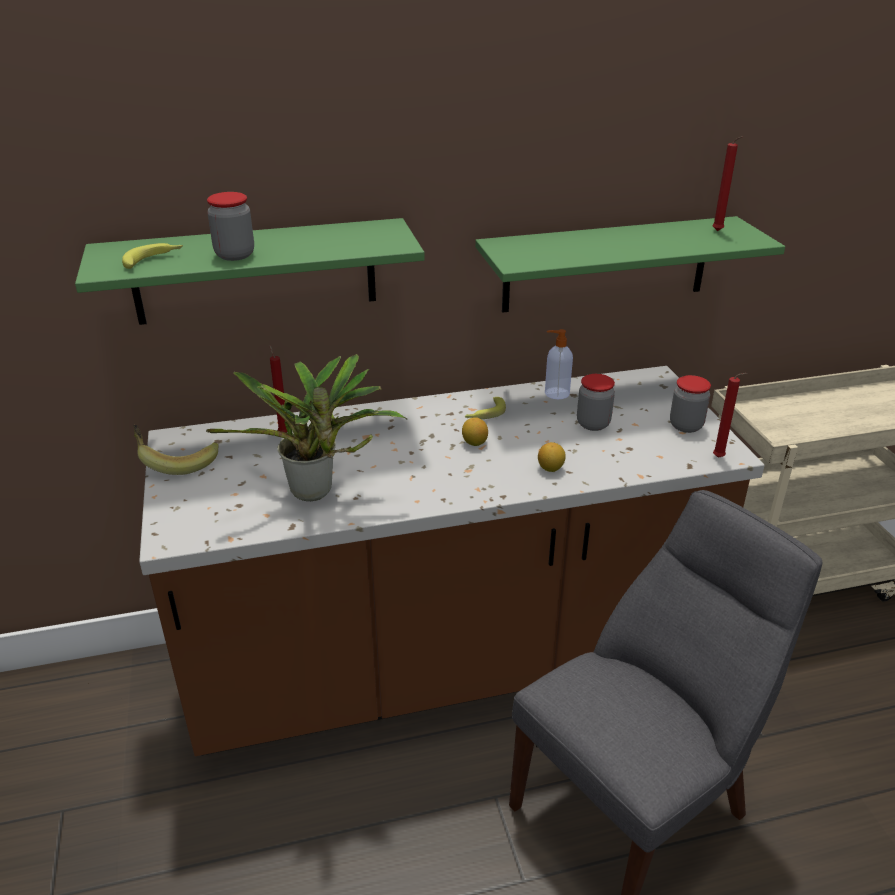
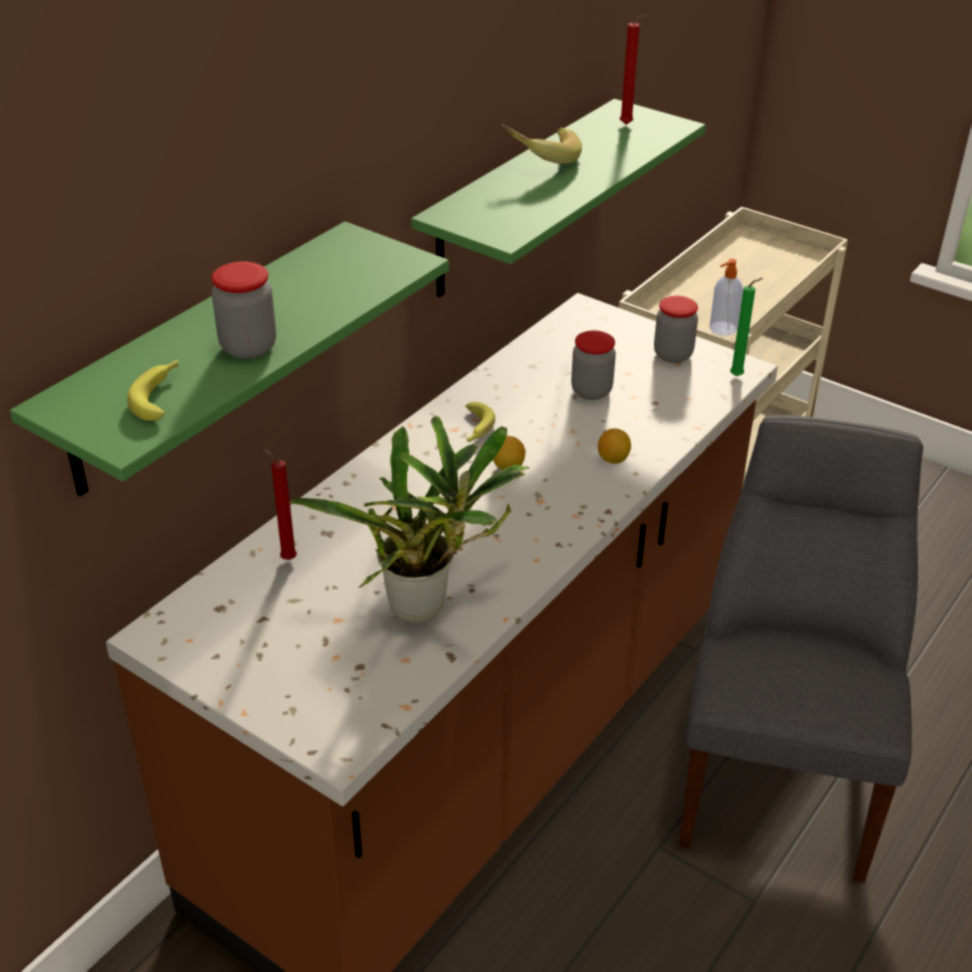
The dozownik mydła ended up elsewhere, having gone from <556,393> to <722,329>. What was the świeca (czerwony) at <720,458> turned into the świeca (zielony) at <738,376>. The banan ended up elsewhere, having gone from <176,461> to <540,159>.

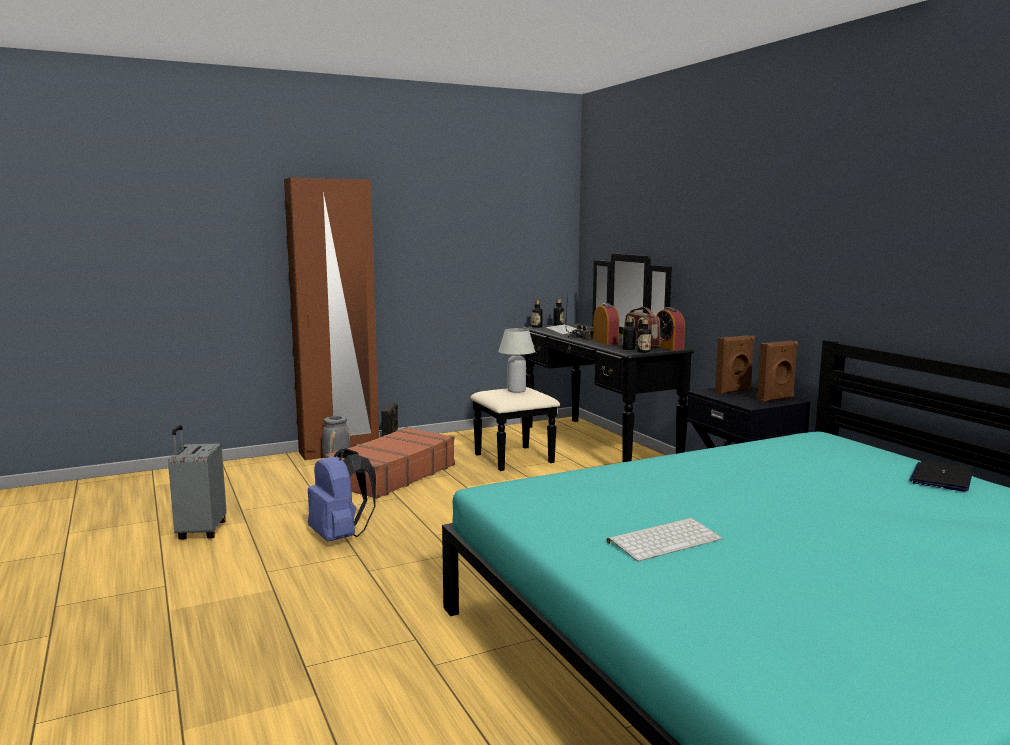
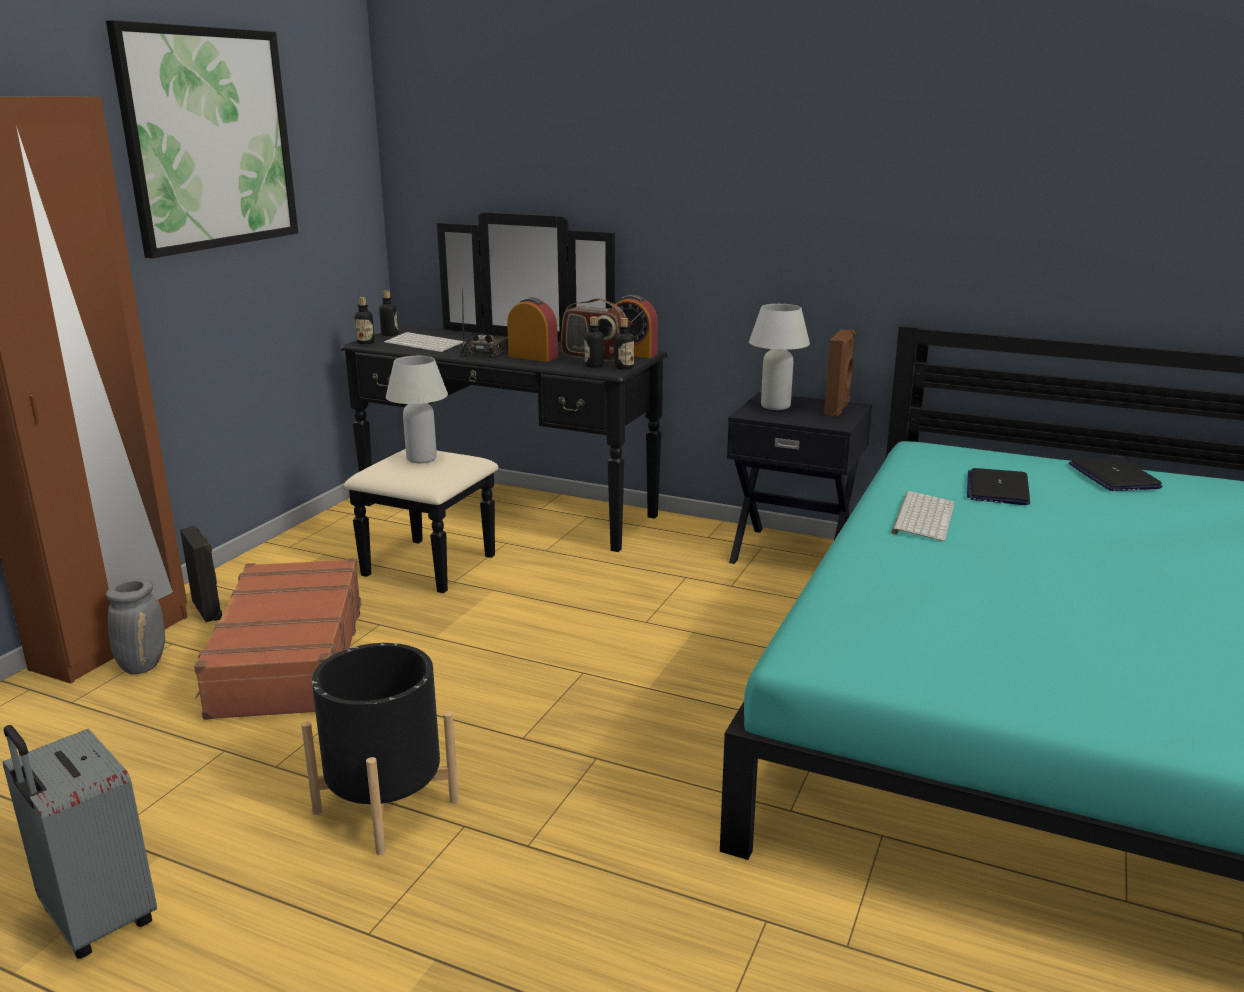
Where the głośnik (brązowy) stood at <734,391>, the lampa stołowa (biały) came to stand at <775,406>. Where the plecak (niebieski) stood at <340,537>, the donica (czarny) came to stand at <386,806>. The klawiatura ended up elsewhere, having gone from <664,540> to <922,517>. The second view gained the obraz at <209,139>. The second view gained the laptop at <997,488>.

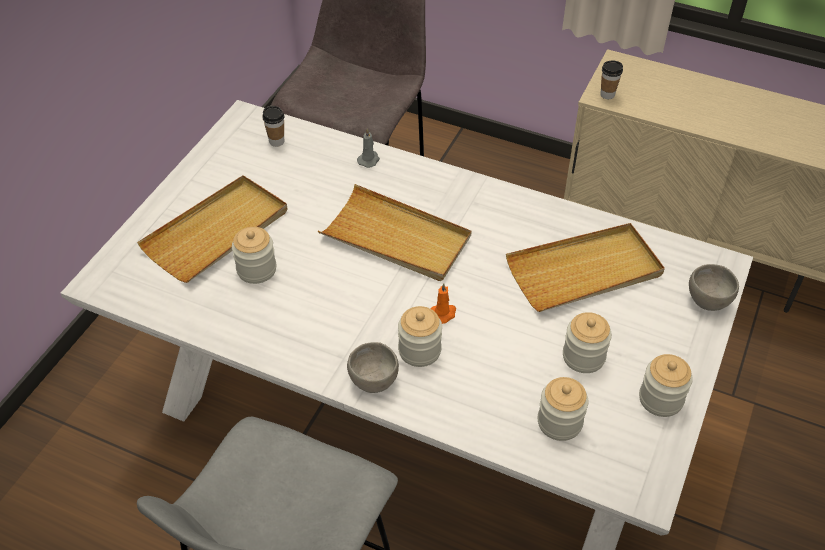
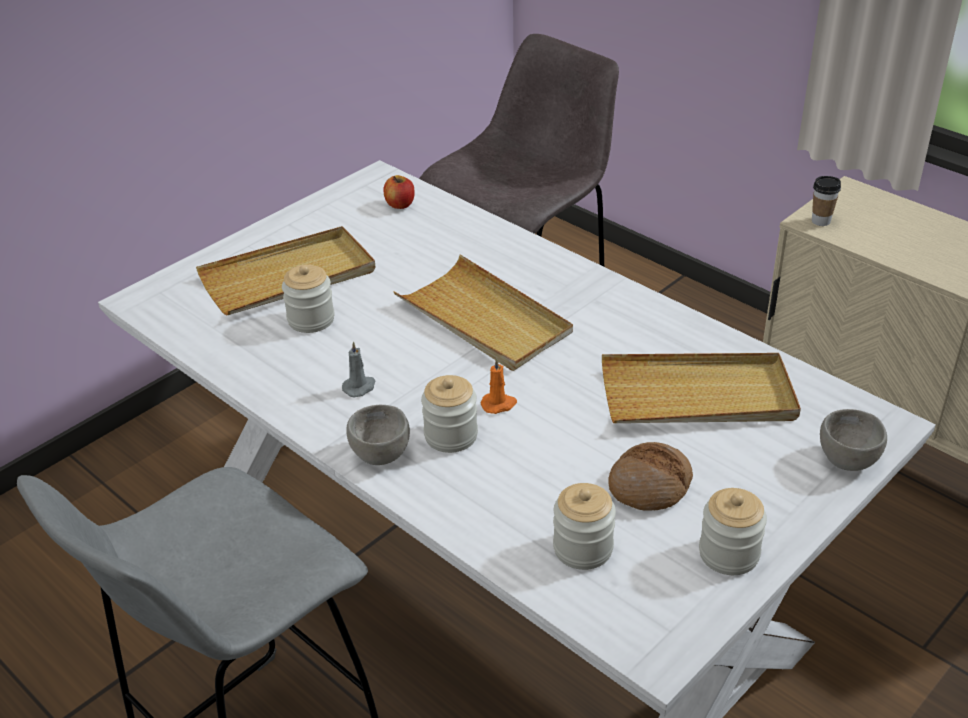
Where the filiżanka stood at <276,141>, the jabłko came to stand at <400,204>. The świeca (szary) ended up elsewhere, having gone from <369,160> to <360,387>. Where the słoik stood at <583,356>, the chleb came to stand at <650,485>.

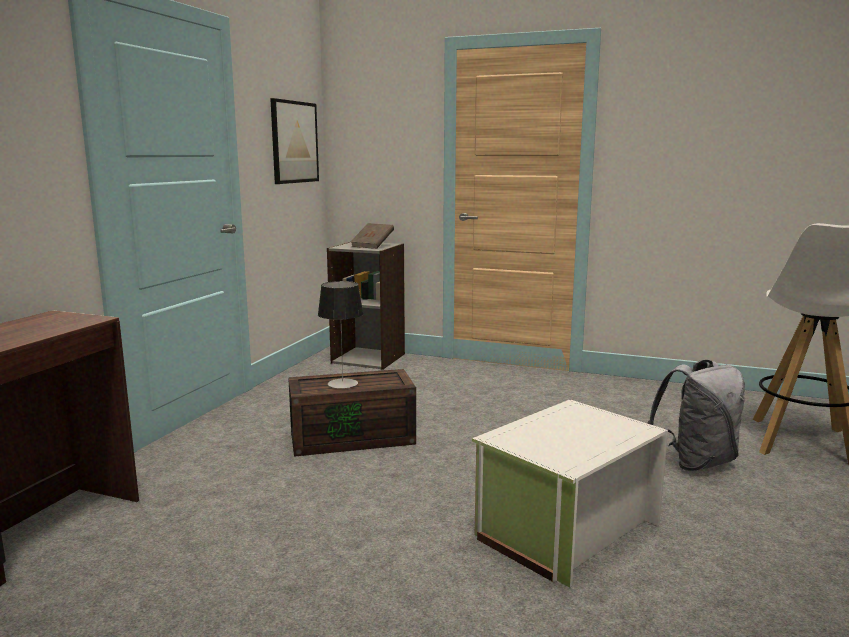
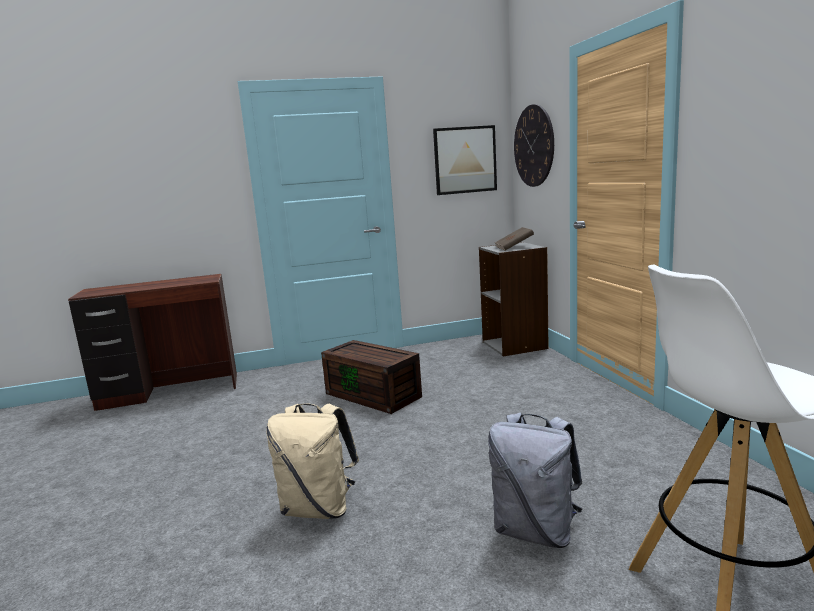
The second view lost the lampa stołowa at <342,383>. Where the pojemnik do przechowywania (biały) stood at <564,529>, the plecak (beżowy) came to stand at <319,508>. The second view gained the zegar ścienny at <534,146>.

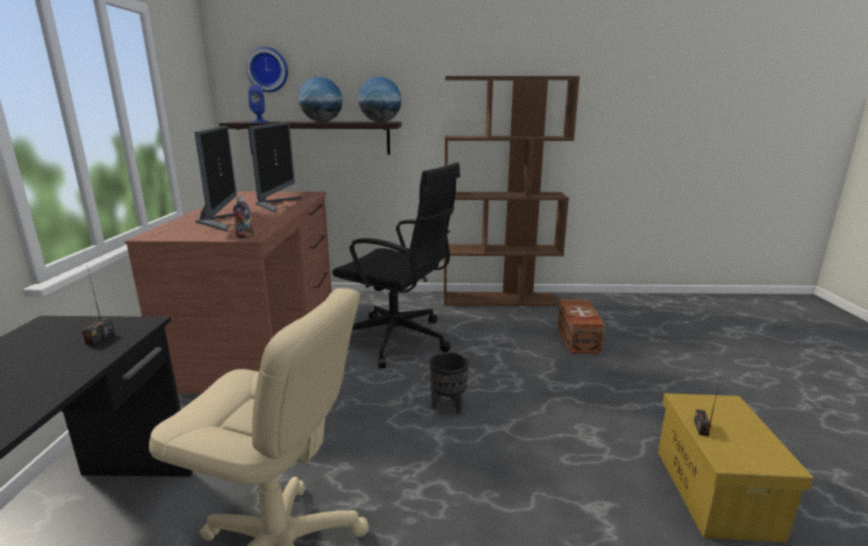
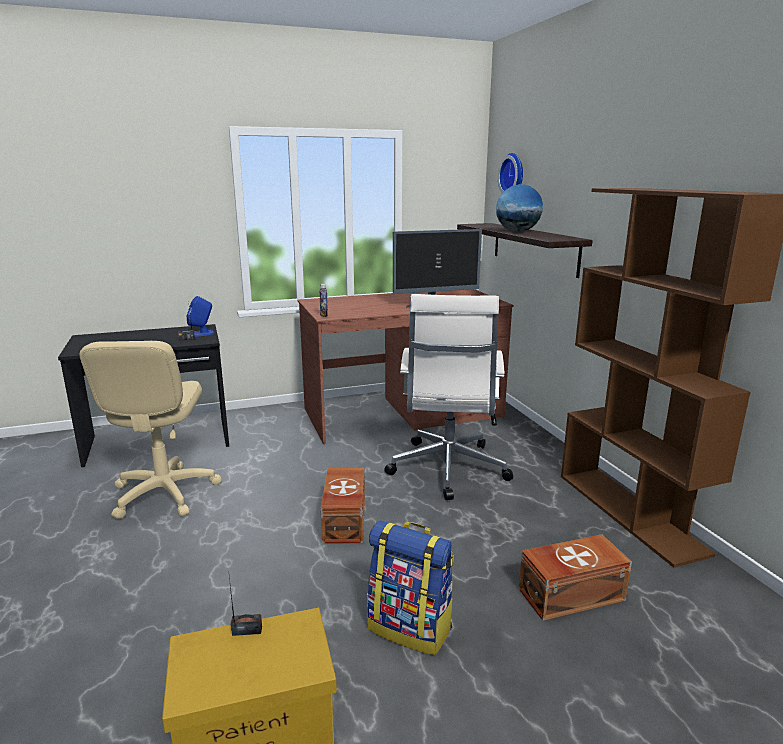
The second view lost the globus at <380,122>. The głośnik (niebieski) ended up elsewhere, having gone from <259,122> to <201,333>. The second view lost the monitor at <221,221>. What was the krzesło biurowe (czarny) at <398,341> turned into the krzesło biurowe (biały) at <447,470>. Where the donica (czarny) stood at <448,407>, the pojemnik do przechowywania (brązowy) came to stand at <343,520>. The second view gained the plecak at <411,627>.

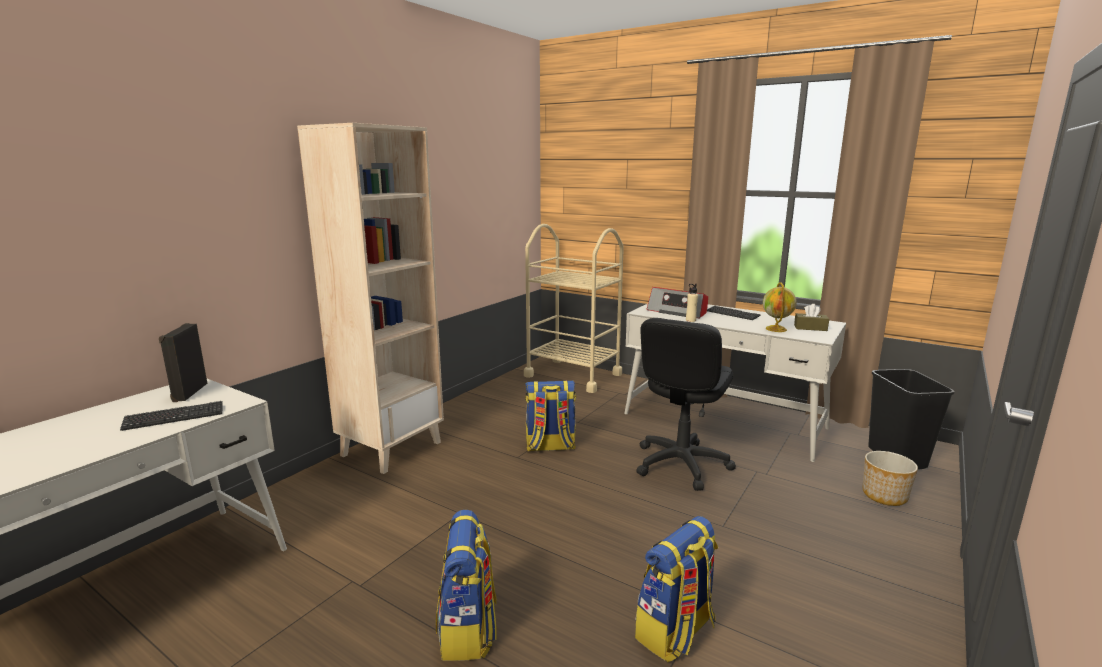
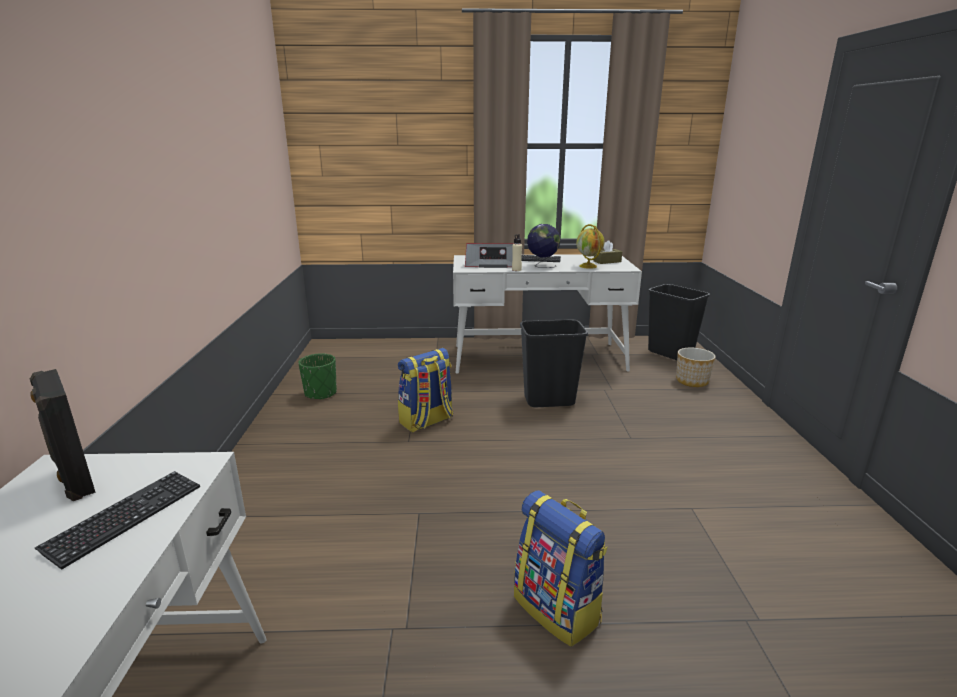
The second view lost the regał (beżowy) at <391,448>. The second view lost the wózek (beżowy) at <573,375>. Where the krzesło biurowe (czarny) stood at <681,464>, the kosz na śmieci (czarny) came to stand at <549,401>. The second view lost the plecak at <675,632>. The second view gained the globus at <542,266>. The second view gained the donica (zielony) at <320,393>.

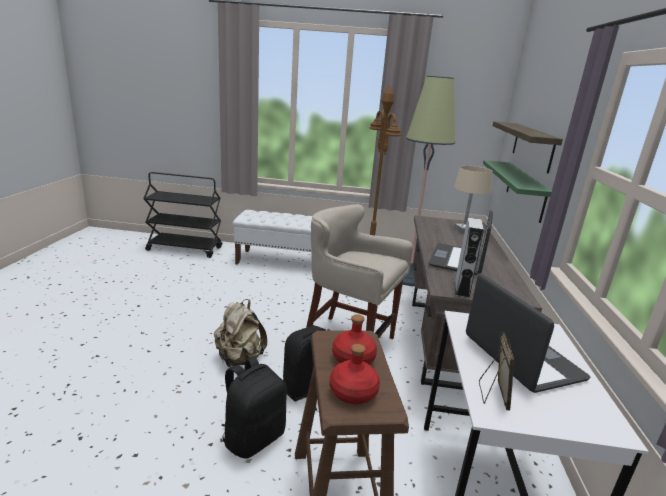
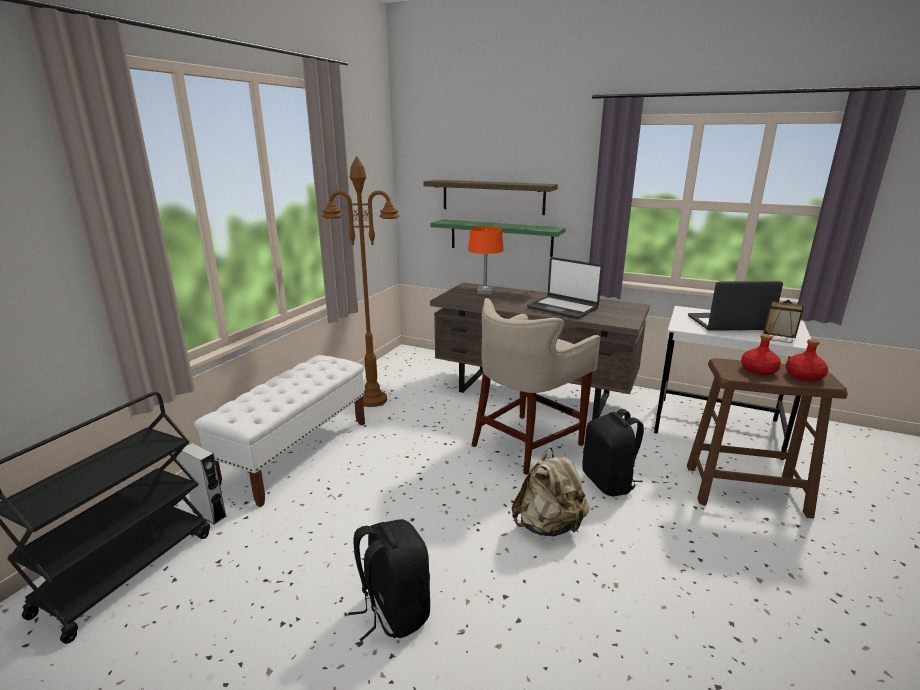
The second view lost the lampa stojąca at <409,277>. What was the lampa stołowa (beżowy) at <464,230> turned into the lampa stołowa (pomarańczowy) at <485,292>. The głośnik (szary) ended up elsewhere, having gone from <461,289> to <209,514>. The plecak (czarny) ended up elsewhere, having gone from <253,437> to <393,611>.

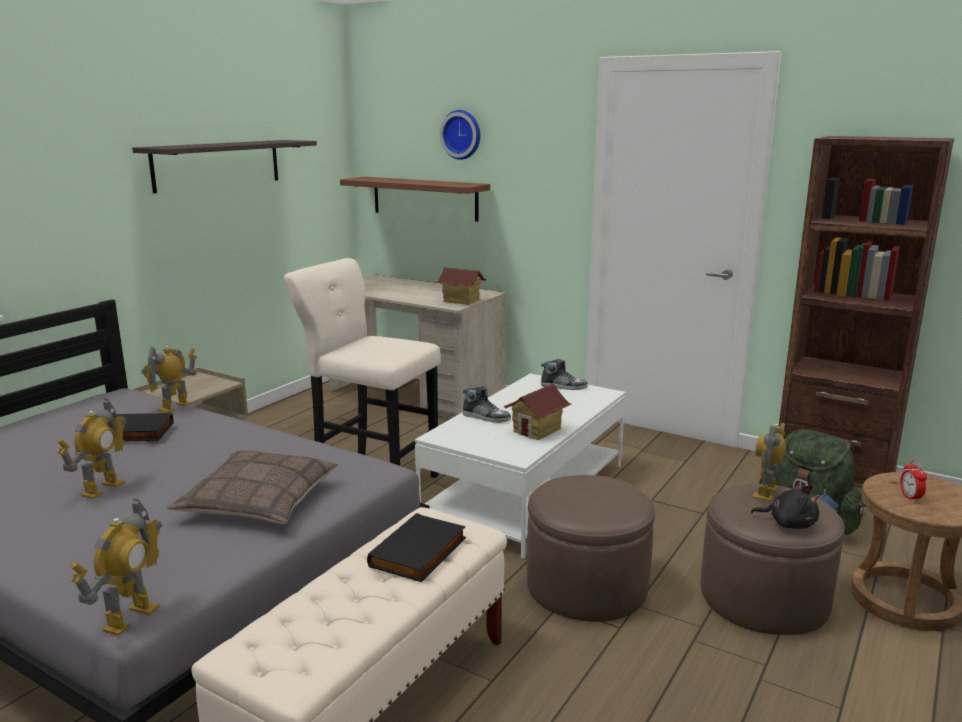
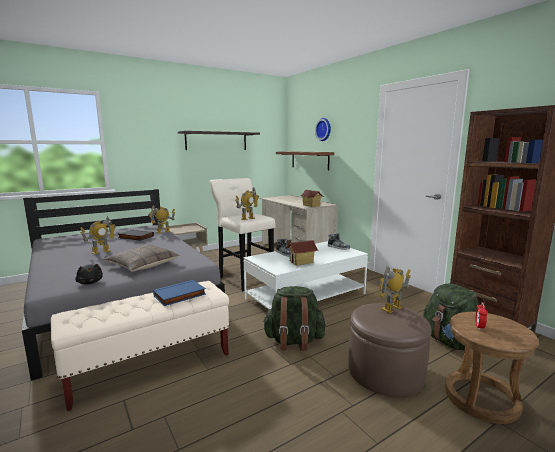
Where the pufa (brązowy) stood at <587,585>, the plecak (zielony) came to stand at <294,341>. The pluszak (czarny) ended up elsewhere, having gone from <789,523> to <90,282>. The robot zabawkowy ended up elsewhere, having gone from <130,618> to <248,218>. What was the książka (czarny) at <420,553> turned into the książka (niebieski) at <180,296>.

